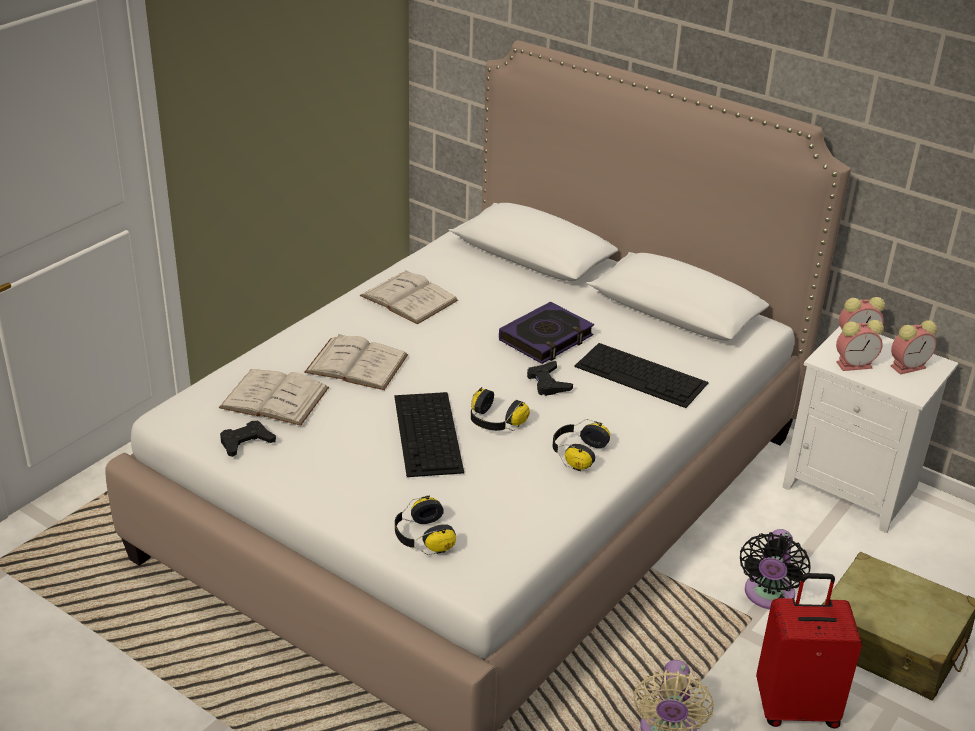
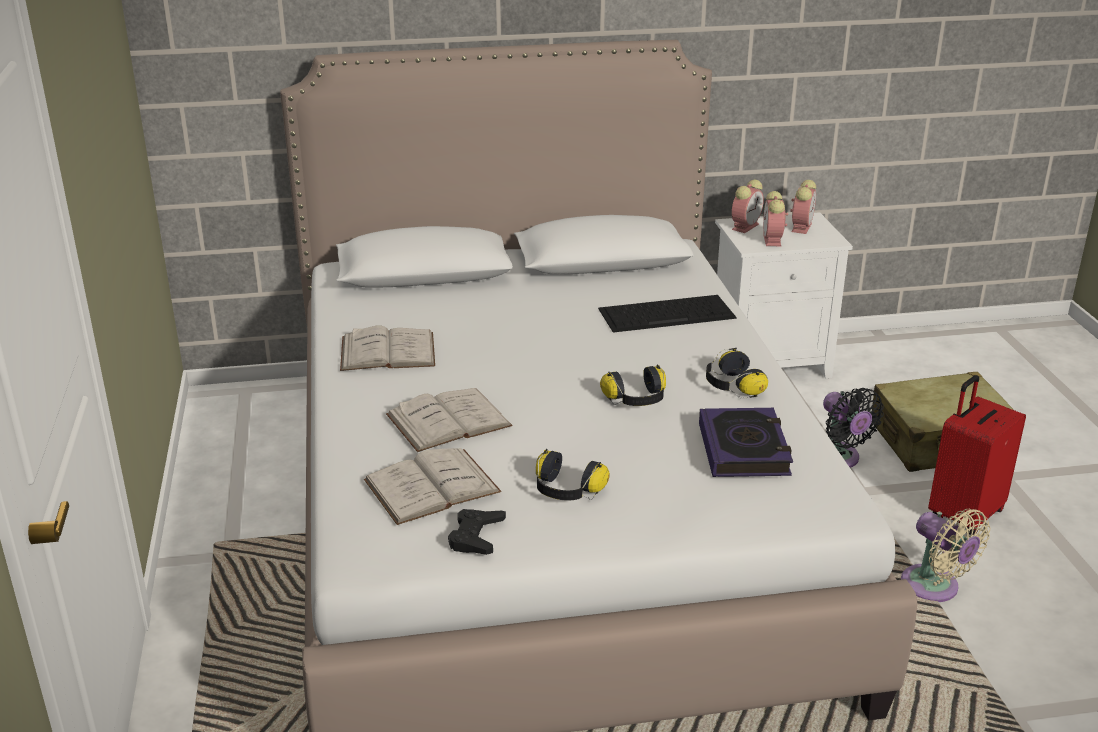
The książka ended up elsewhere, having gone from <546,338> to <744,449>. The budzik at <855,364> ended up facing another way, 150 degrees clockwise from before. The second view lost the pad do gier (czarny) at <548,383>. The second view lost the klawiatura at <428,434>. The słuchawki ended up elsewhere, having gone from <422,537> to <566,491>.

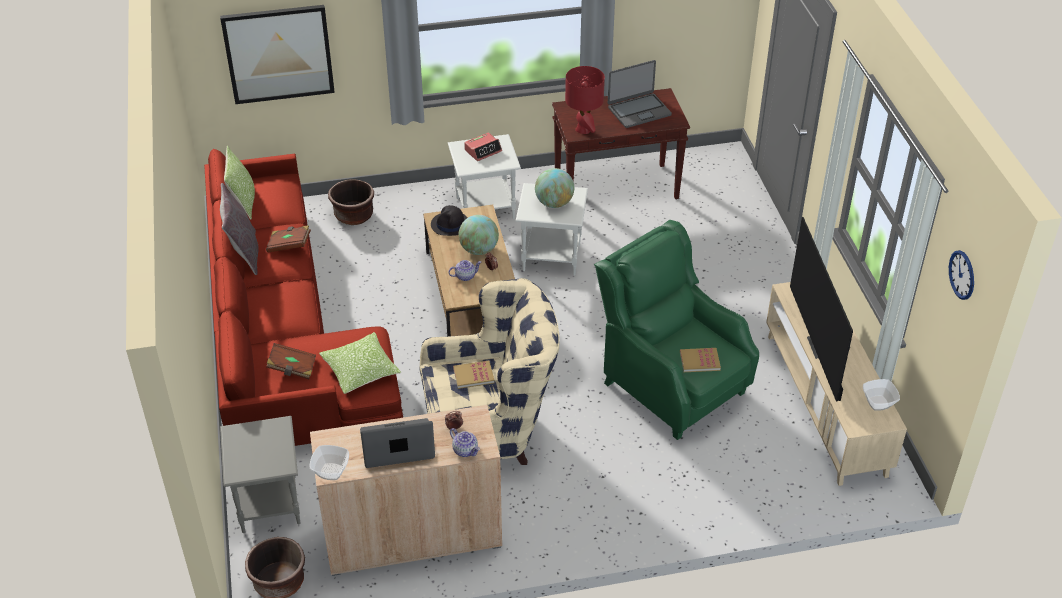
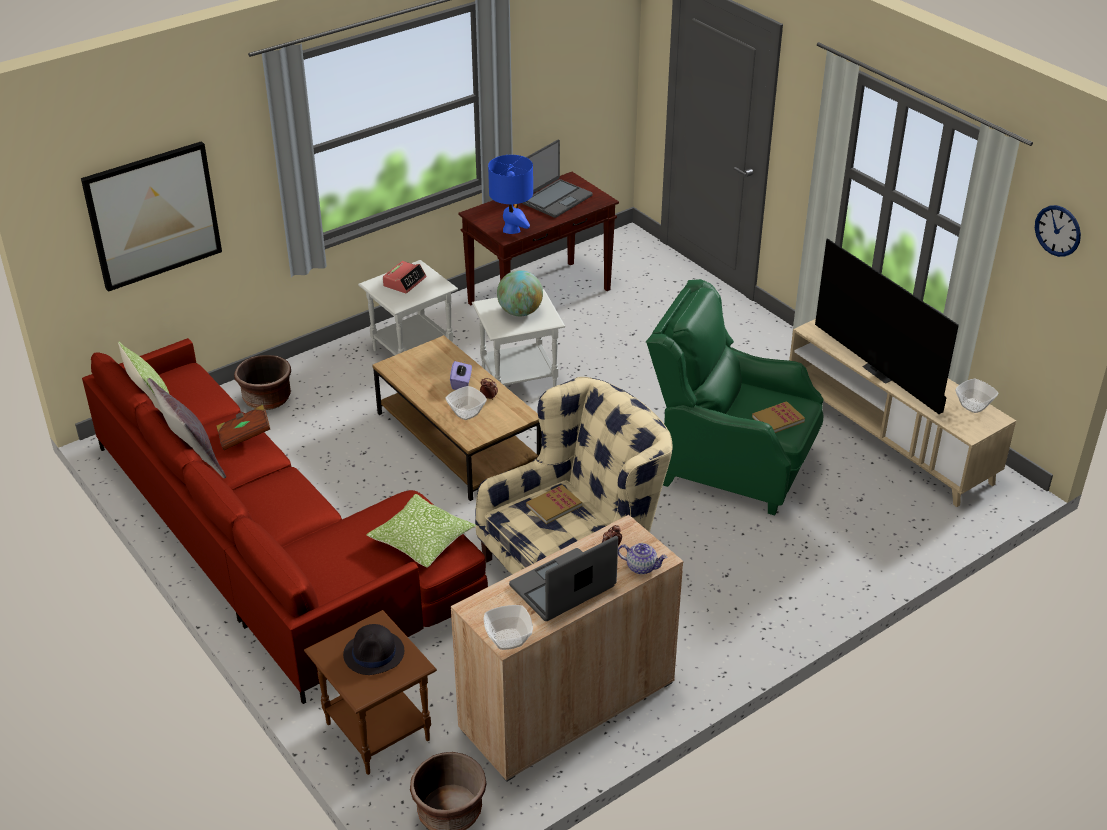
What was the lampa stołowa (czerwony) at <583,129> turned into the lampa stołowa (niebieski) at <511,229>. The kapelusz (czarny) ended up elsewhere, having gone from <450,225> to <374,654>. Where the globus stood at <479,249>, the pudełko chusteczek (fioletowy) came to stand at <461,383>. Where the imbryk stood at <465,276>, the miska came to stand at <466,413>. The second view lost the książka (brązowy) at <292,368>. What was the stolik (szary) at <269,503> turned into the stolik (brązowy) at <377,731>.

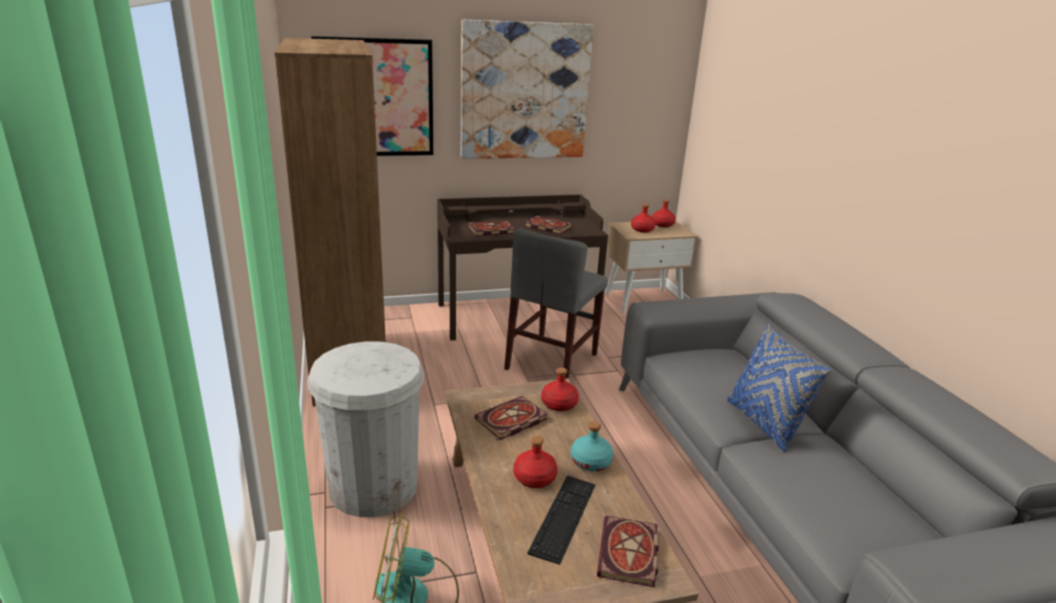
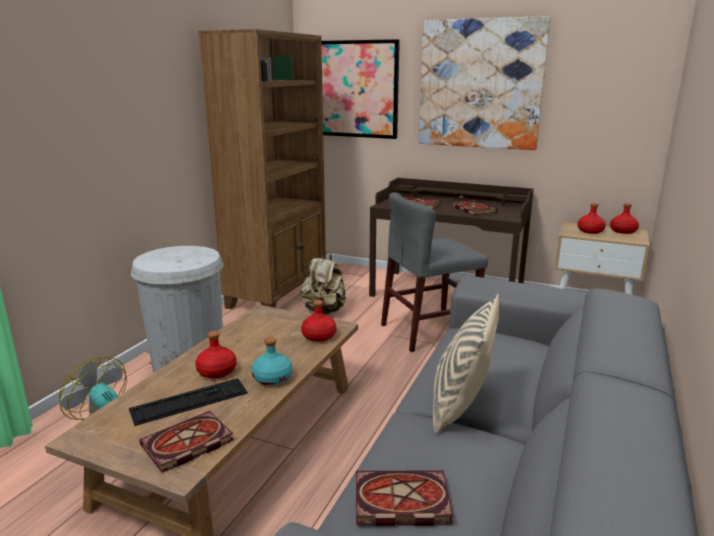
What was the poduszka (niebieski) at <764,423> turned into the poduszka (beżowy) at <460,406>. The książka ended up elsewhere, having gone from <510,421> to <399,502>. The second view gained the plecak (beżowy) at <324,311>.

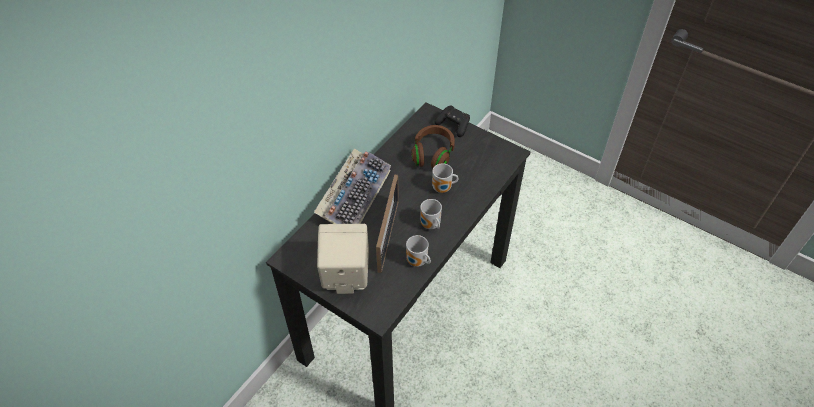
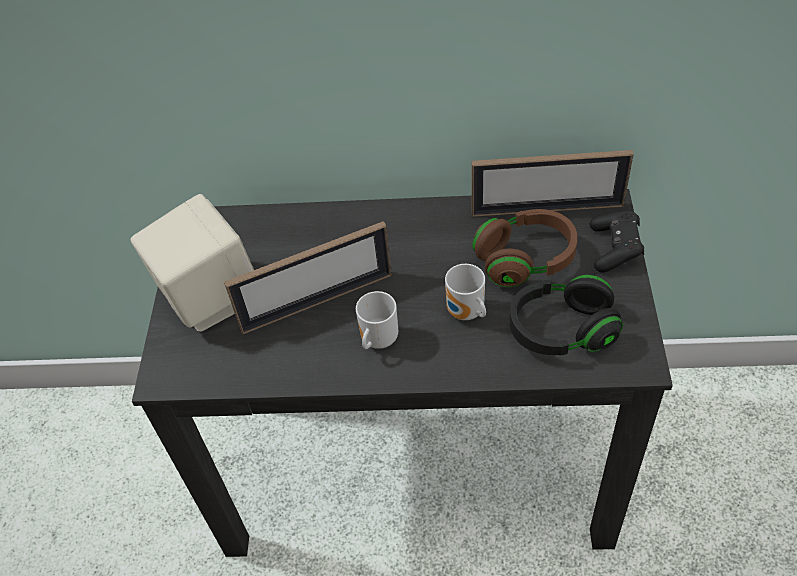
The second view lost the klawiatura at <354,195>. The second view lost the kubek at <417,262>. The second view gained the ramka na zdjęcie at <547,209>. The second view gained the słuchawki (czarny) at <561,330>.

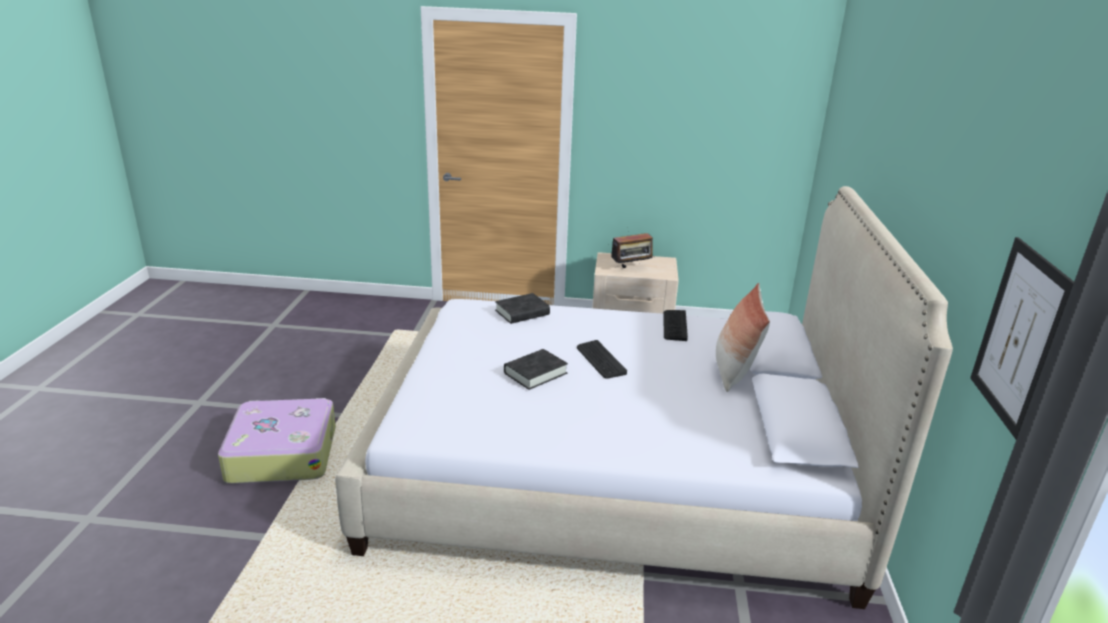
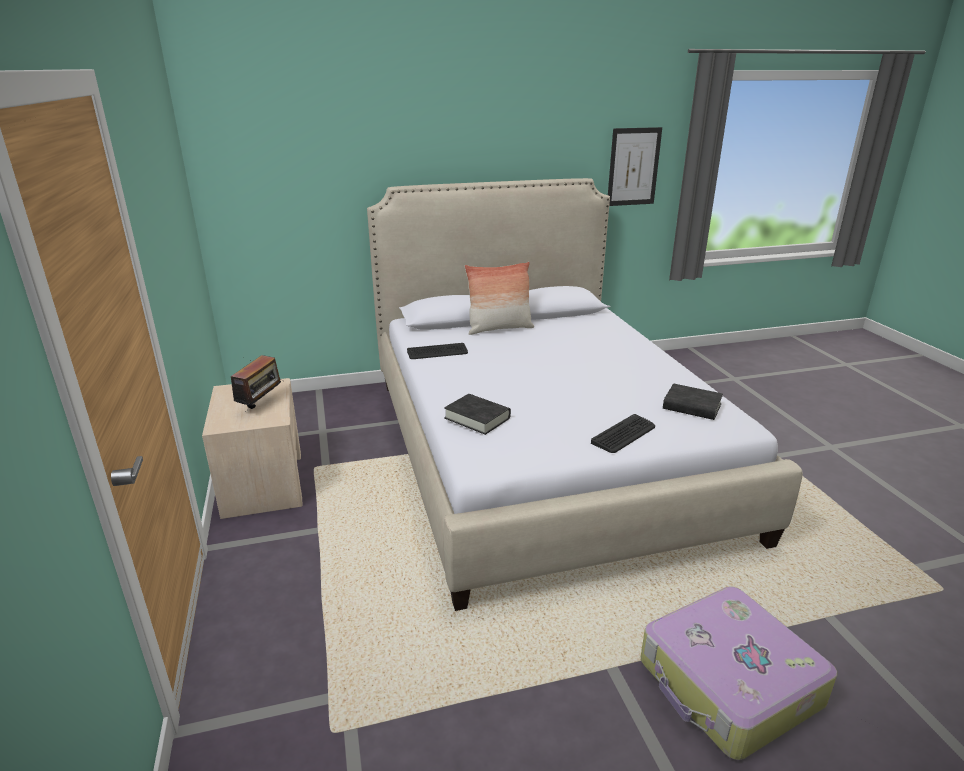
The radio at <631,268> ended up facing another way, 60 degrees clockwise from before. The klawiatura ended up elsewhere, having gone from <600,360> to <624,434>. The książka (czarny) ended up elsewhere, having gone from <535,373> to <692,407>.

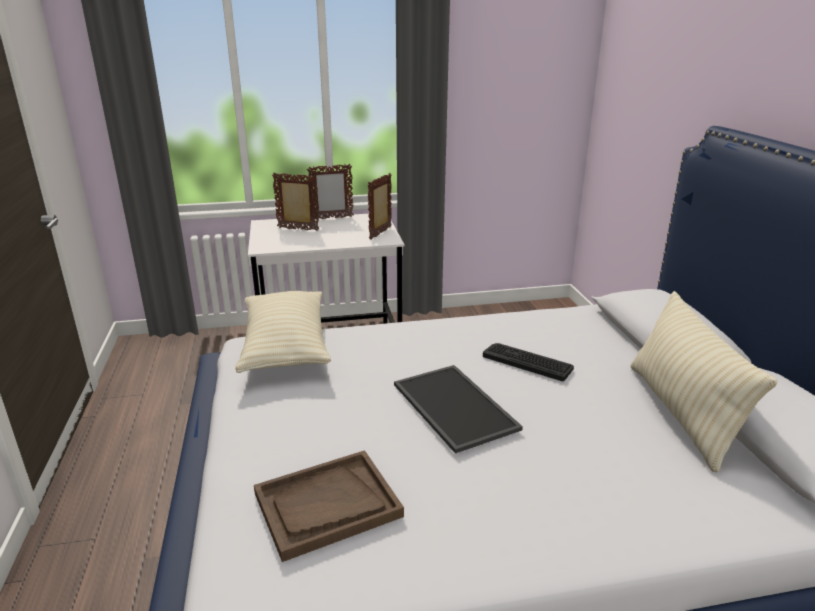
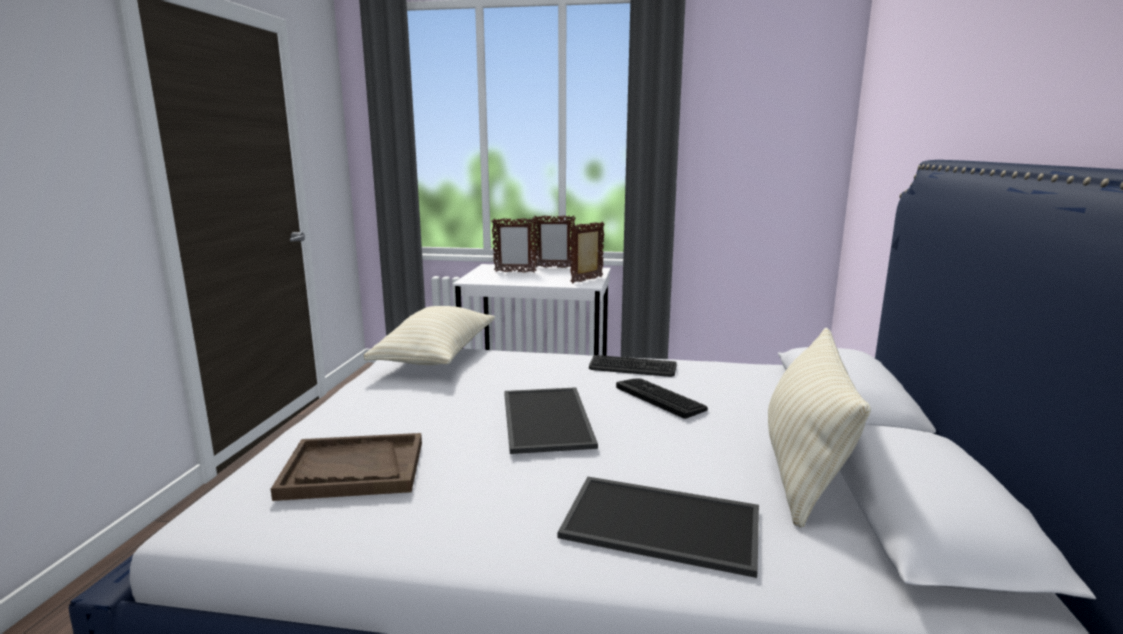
The ramka na zdjęcie at <298,229> ended up facing another way, 150 degrees clockwise from before. The second view gained the klawiatura at <632,368>. The second view gained the taca at <664,522>.

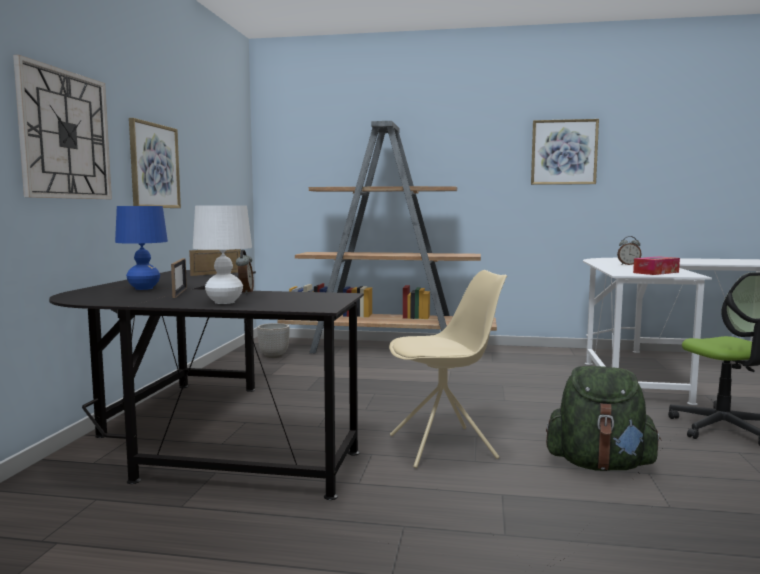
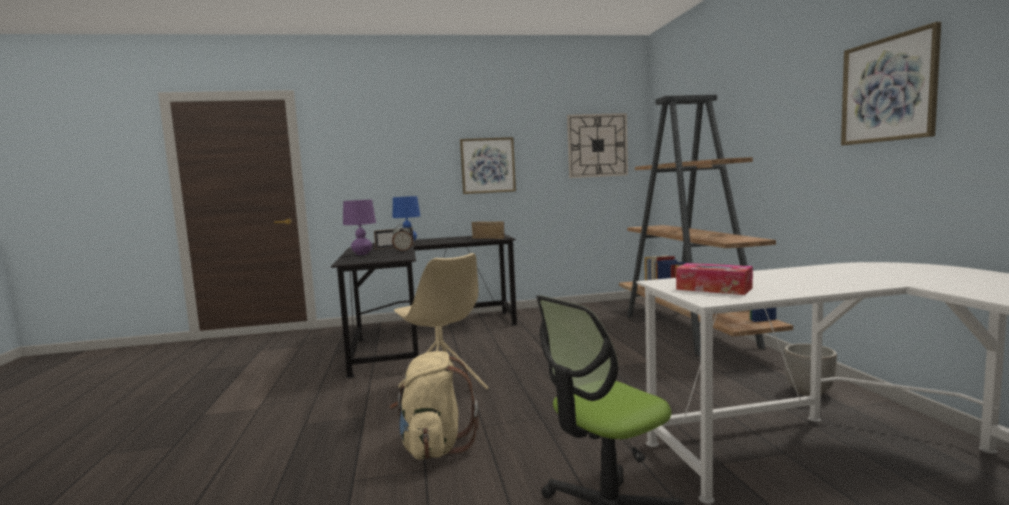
The zegar ścienny ended up elsewhere, having gone from <65,135> to <597,145>. What was the lampa stołowa (biały) at <224,302> turned into the lampa stołowa (fioletowy) at <362,254>. The second view lost the budzik at <628,265>. The donica ended up elsewhere, having gone from <274,356> to <809,392>. What was the plecak (zielony) at <599,465> turned into the plecak (beżowy) at <434,446>.

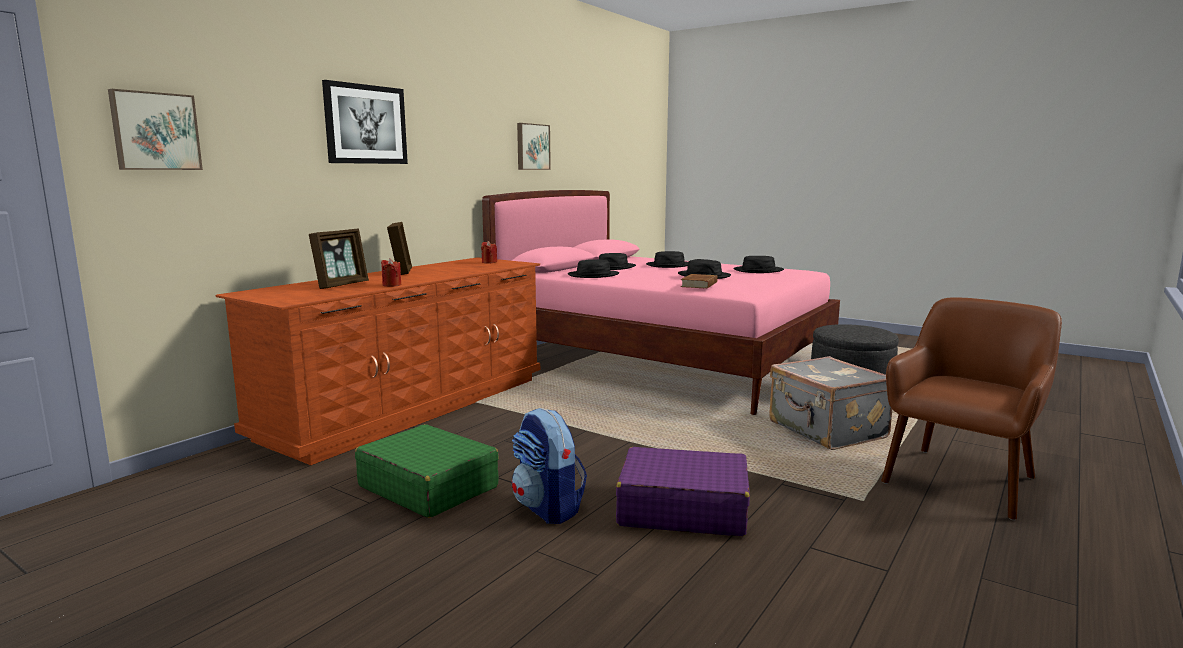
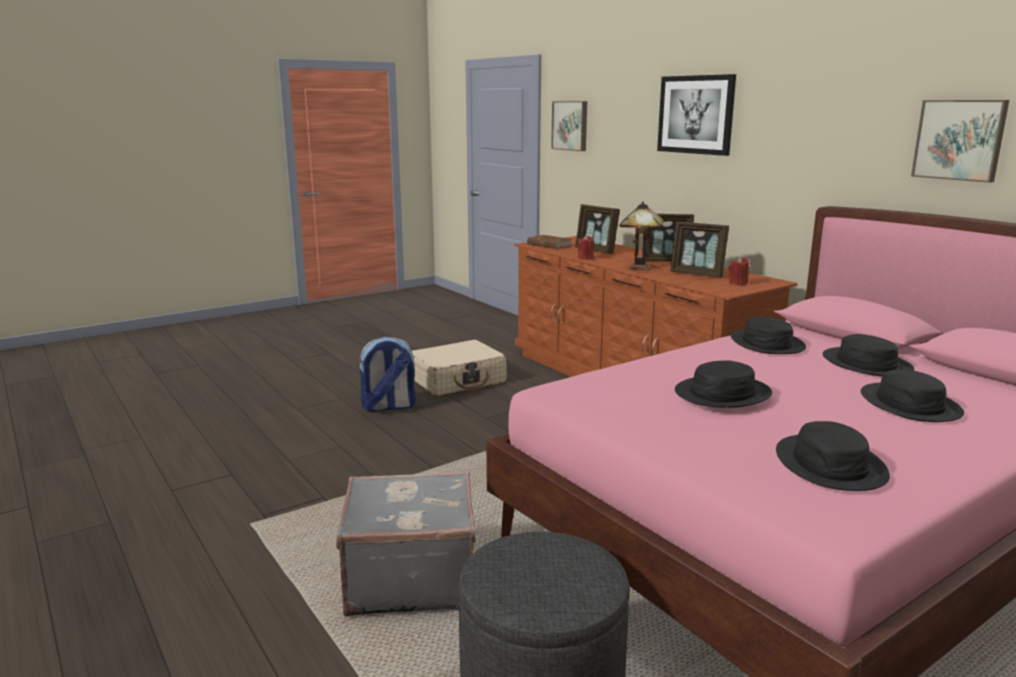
The książka (brązowy) ended up elsewhere, having gone from <699,284> to <549,245>. The second view lost the fotel (brązowy) at <962,480>. What was the walizka (zielony) at <428,486> turned into the walizka (beżowy) at <457,380>. The second view lost the walizka (fioletowy) at <682,509>. The second view gained the lampa stołowa at <640,268>. The second view gained the ramka na zdjęcie at <697,274>.

